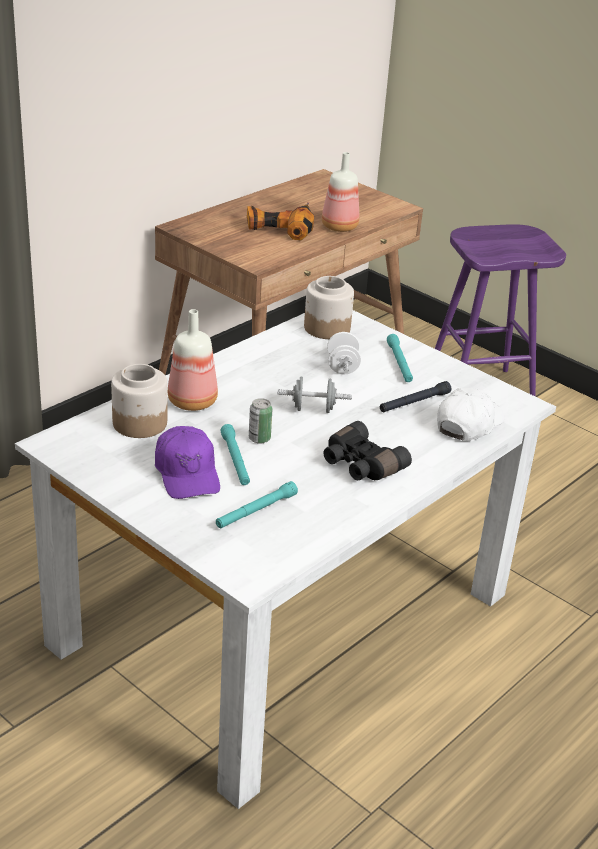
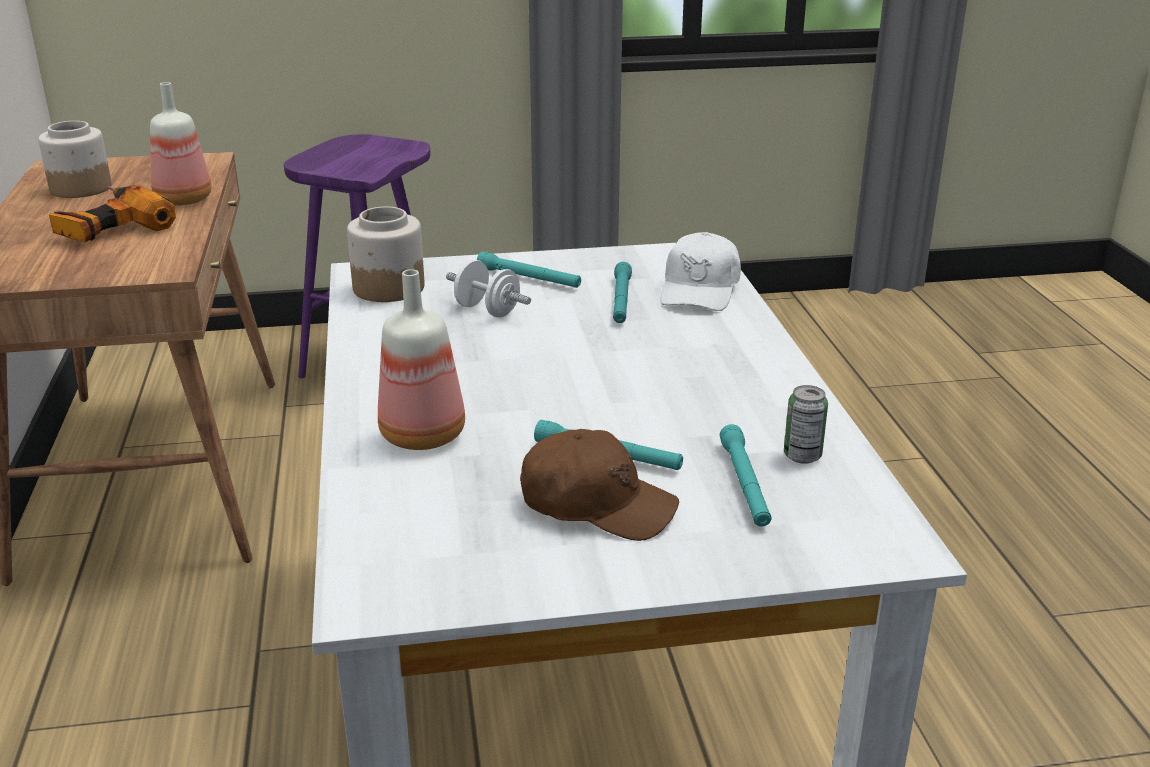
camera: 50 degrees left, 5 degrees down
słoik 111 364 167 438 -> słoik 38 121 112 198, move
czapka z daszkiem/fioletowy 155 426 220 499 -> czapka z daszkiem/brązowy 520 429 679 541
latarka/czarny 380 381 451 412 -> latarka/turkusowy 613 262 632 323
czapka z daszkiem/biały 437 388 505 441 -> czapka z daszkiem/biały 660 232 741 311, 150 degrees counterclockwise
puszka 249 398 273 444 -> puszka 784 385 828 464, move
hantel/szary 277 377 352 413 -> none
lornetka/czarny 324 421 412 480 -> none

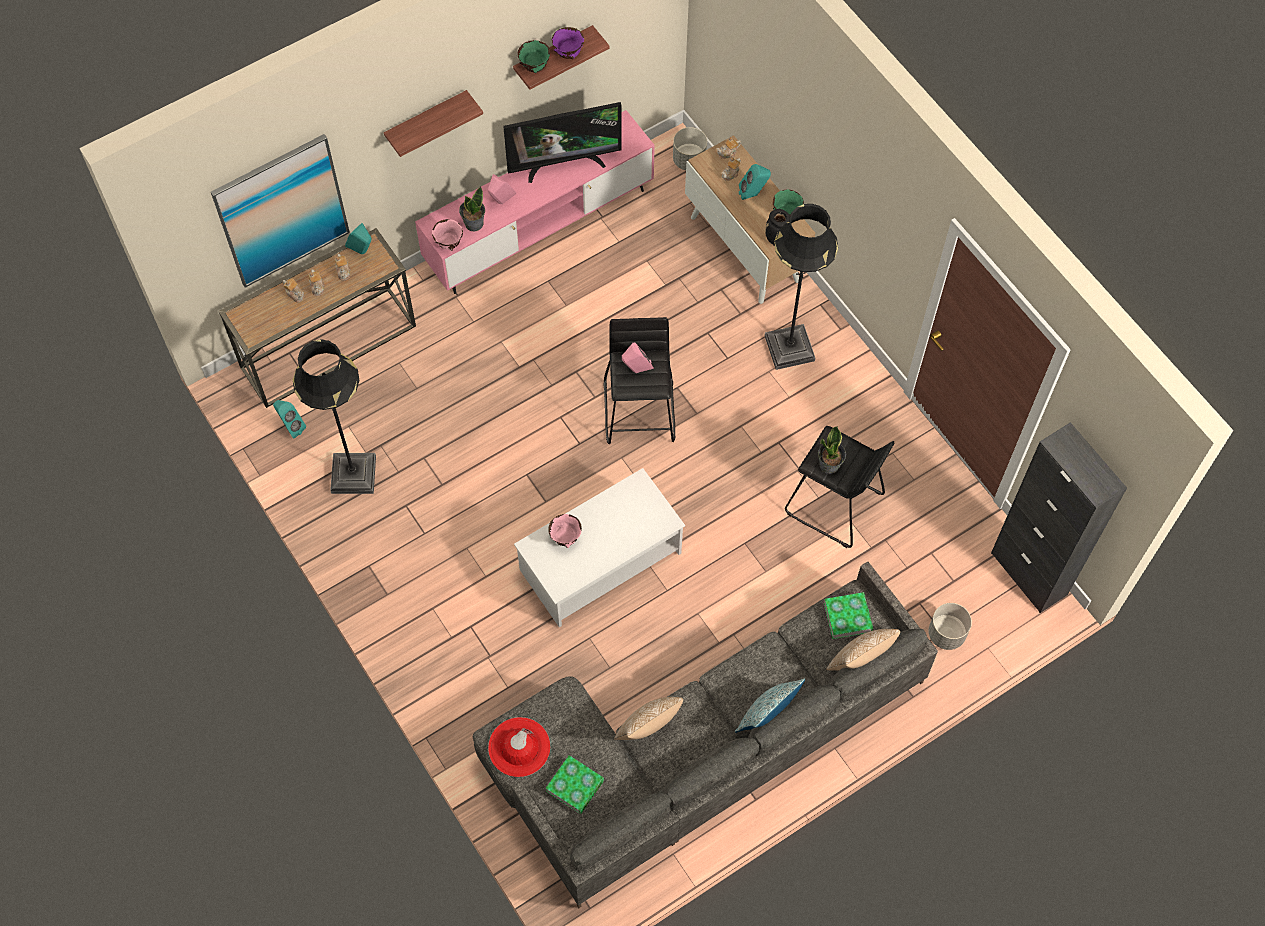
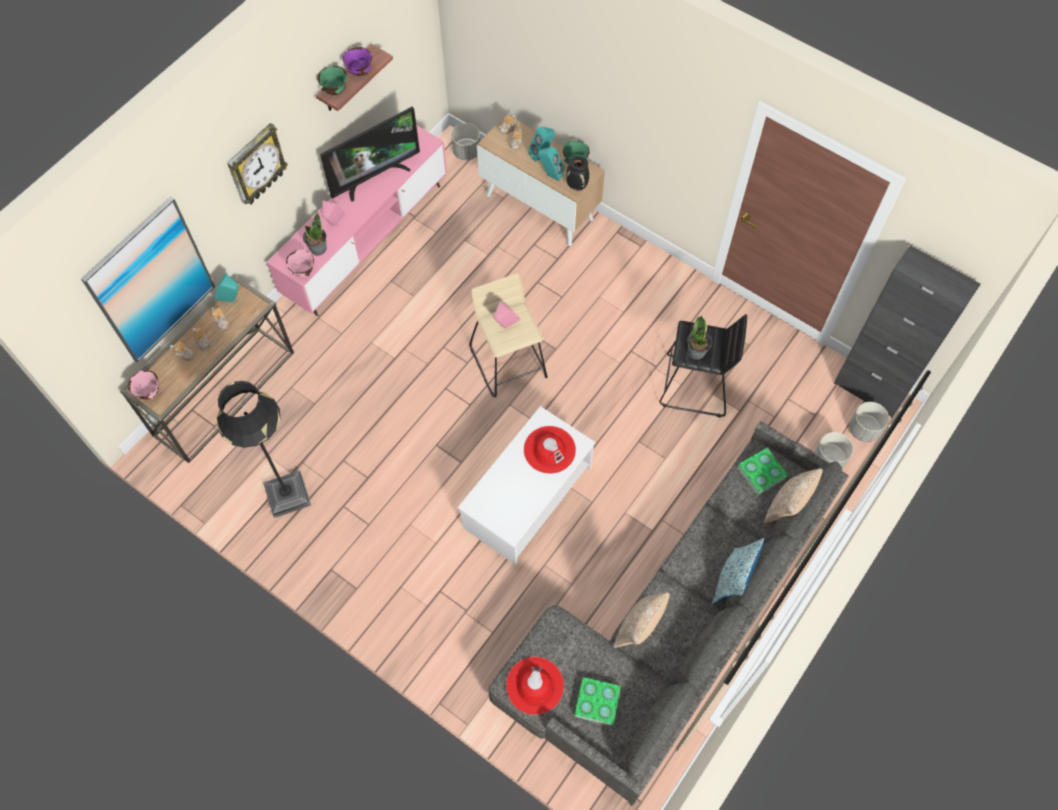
camera: 20 degrees left, 0 degrees up
miska/różowy 548 514 582 548 -> miska/różowy 128 370 159 400, move
półka 384 90 483 157 -> zegar ścienny 227 123 288 205
stołek/czarny 604 317 676 444 -> stołek/beżowy 469 273 548 397
none -> kapelusz/czerwony 524 426 576 474
głośnik/turkusowy 273 400 306 438 -> głośnik/turkusowy 538 147 565 181, move
none -> donica/szary 849 402 889 442
lampa stojąca/czarny 764 204 838 370 -> none

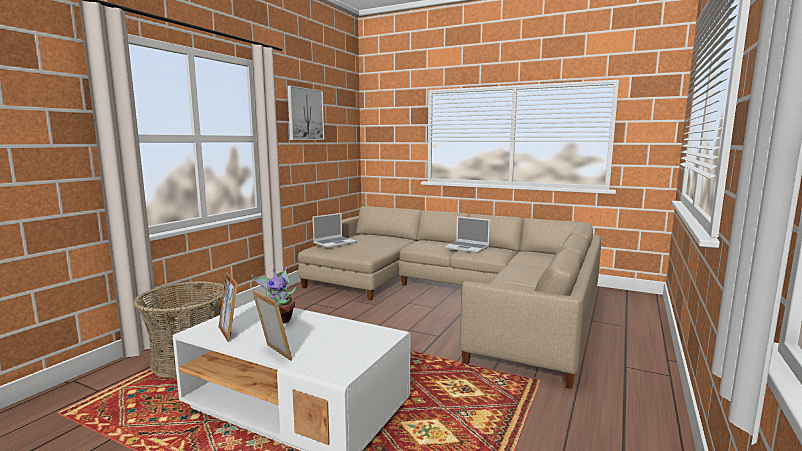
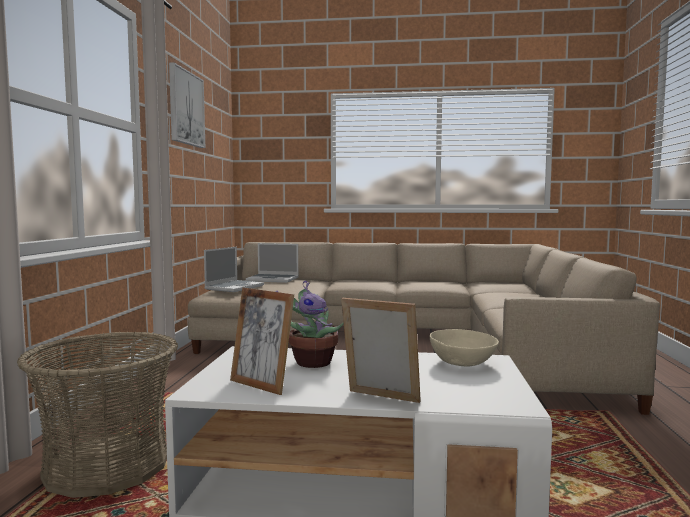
camera: 20 degrees left, 5 degrees down
laptop 445 216 490 253 -> laptop 246 243 299 283, move
none -> miska/beżowy 429 329 499 366

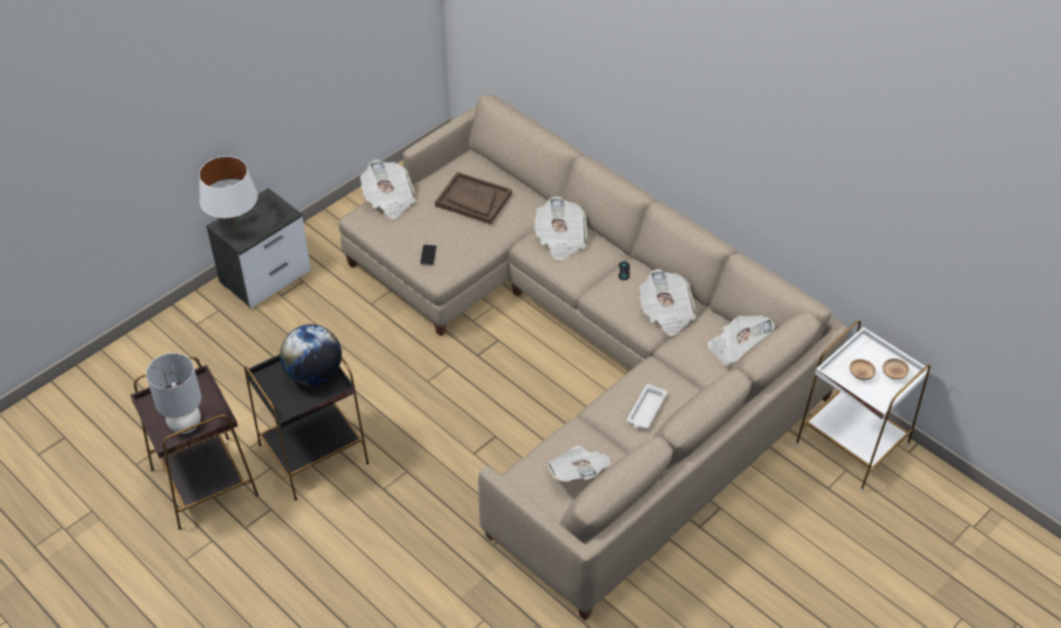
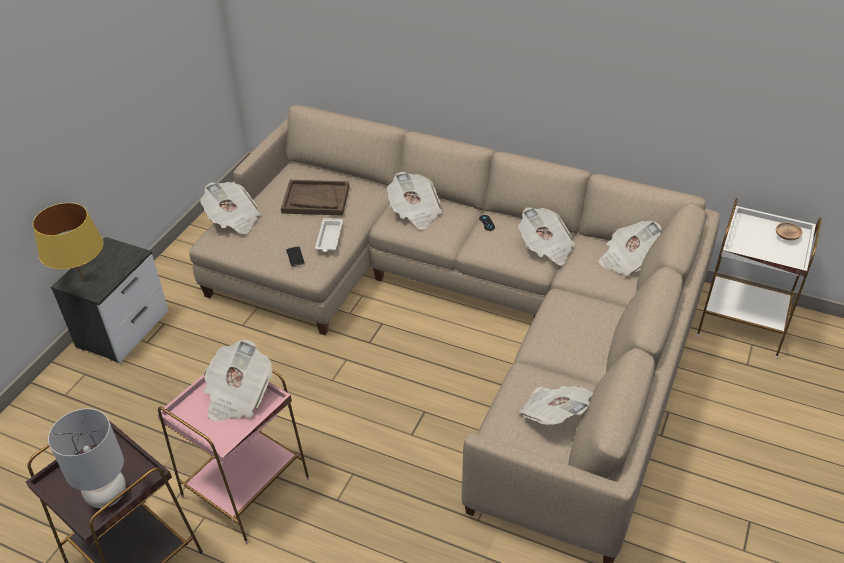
camera: 20 degrees left, 5 degrees down
lampa stołowa/biały 199 156 258 226 -> lampa stołowa/żółty 33 203 103 279
stolik/czarny 244 354 369 501 -> stolik/różowy 157 370 309 544
globus 280 324 342 385 -> gazeta 204 340 273 421
taca/biały 627 384 667 429 -> taca/biały 315 218 343 252, move
miska/brązowy 849 359 876 380 -> none

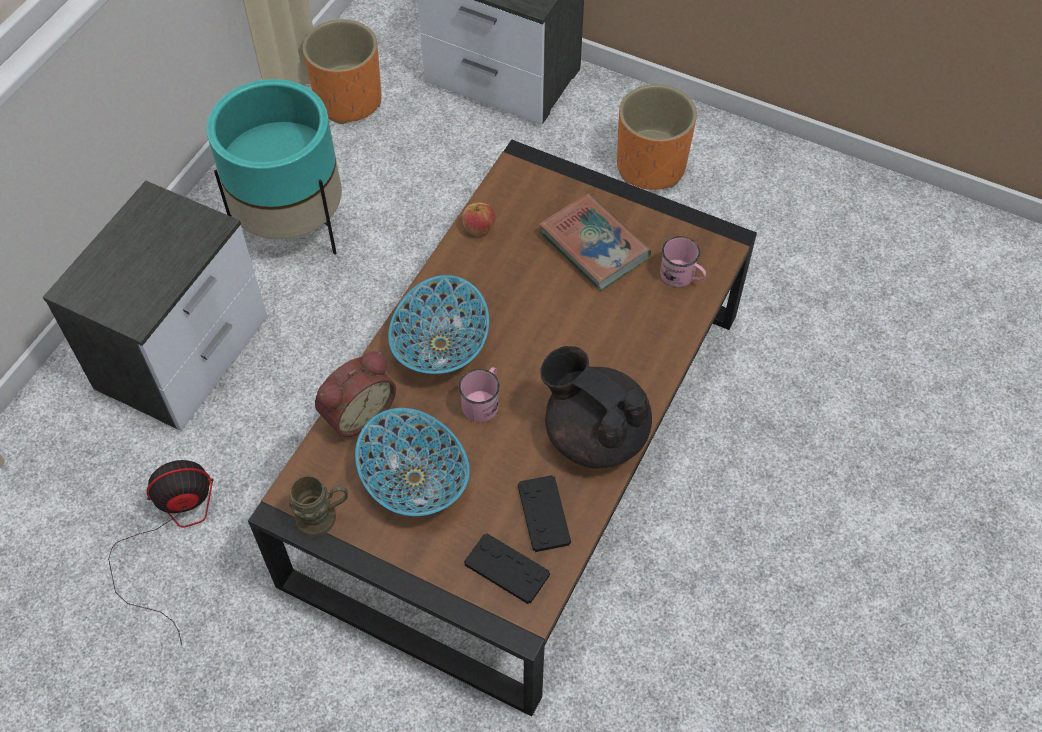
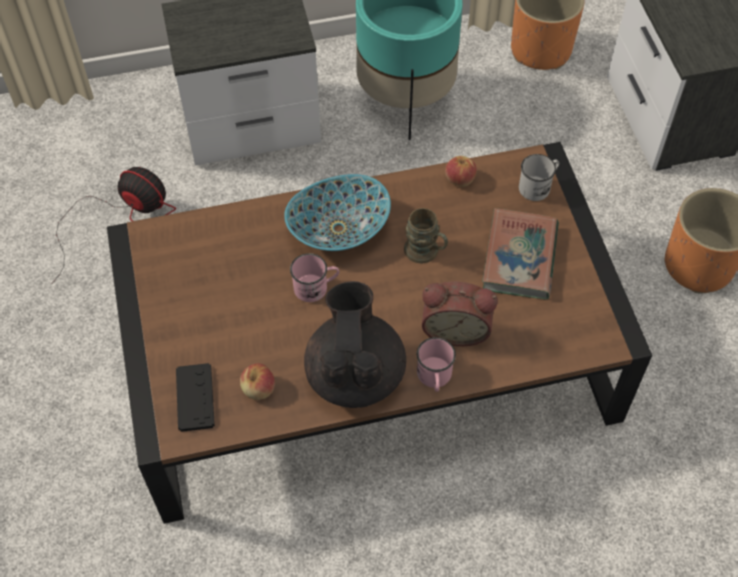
camera: 50 degrees right, 0 degrees up
pad do gier/czarny 518 475 571 552 -> jabłko 240 363 275 400
kubek/brązowy 289 476 348 537 -> kubek/brązowy 404 208 448 263, move
kubek/różowy 660 236 706 287 -> kubek/różowy 417 337 456 392, move
budzik 315 351 396 437 -> budzik 422 282 498 346, move
none -> kubek/biały 519 154 559 201
miska 355 408 470 516 -> none

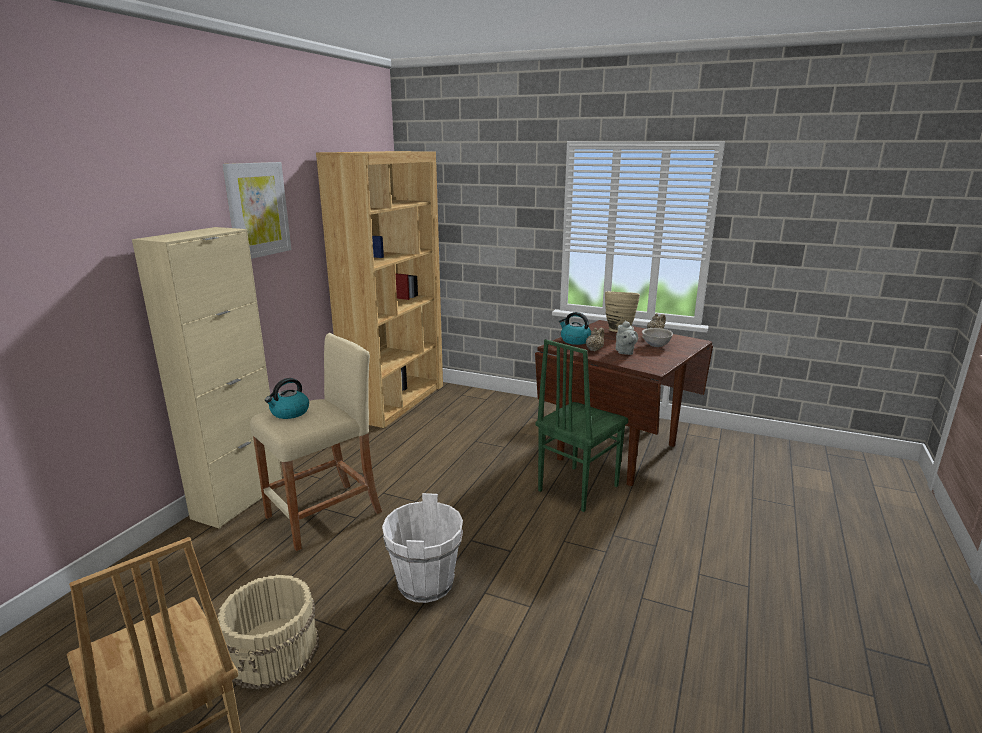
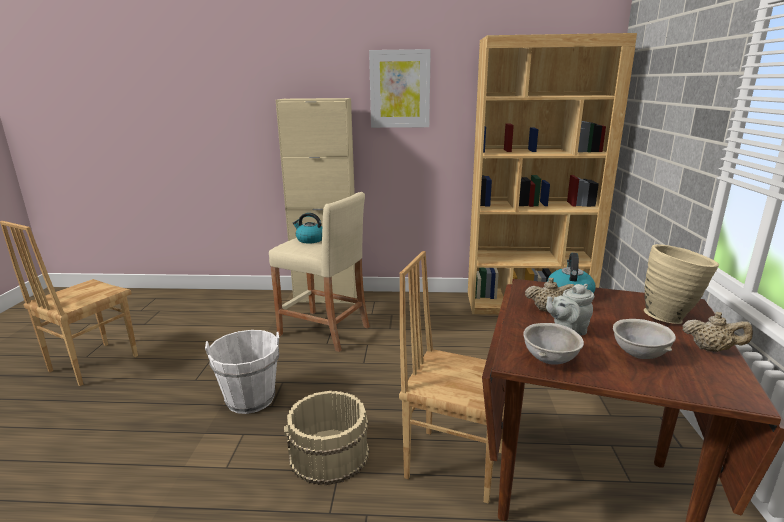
camera: 70 degrees right, 0 degrees up
wiadro/beżowy 218 575 319 690 -> wiadro/beżowy 284 391 369 485, move
krzesło/zielony 536 339 628 512 -> krzesło/brązowy 399 251 505 504
none -> miska/szary 523 323 584 365

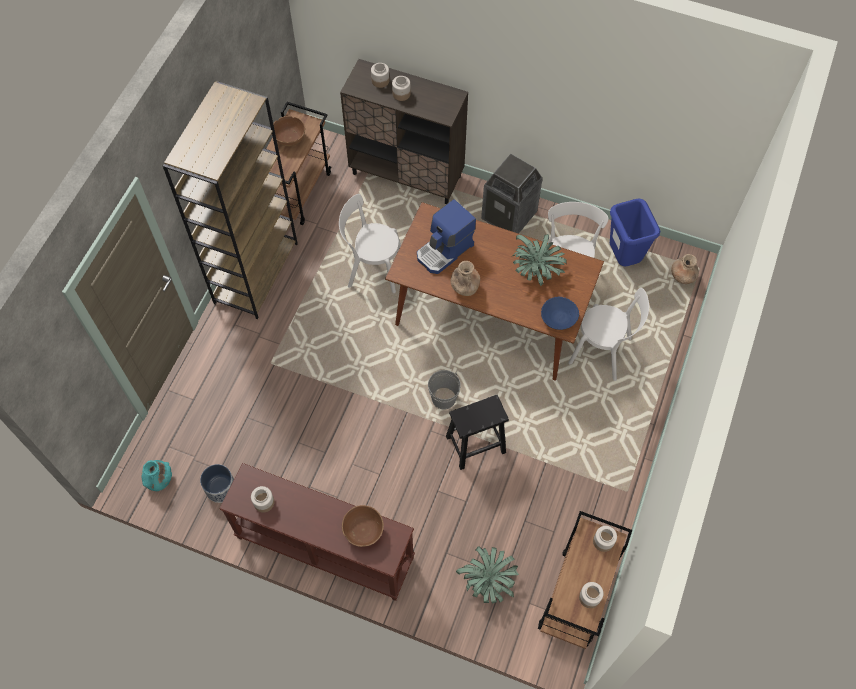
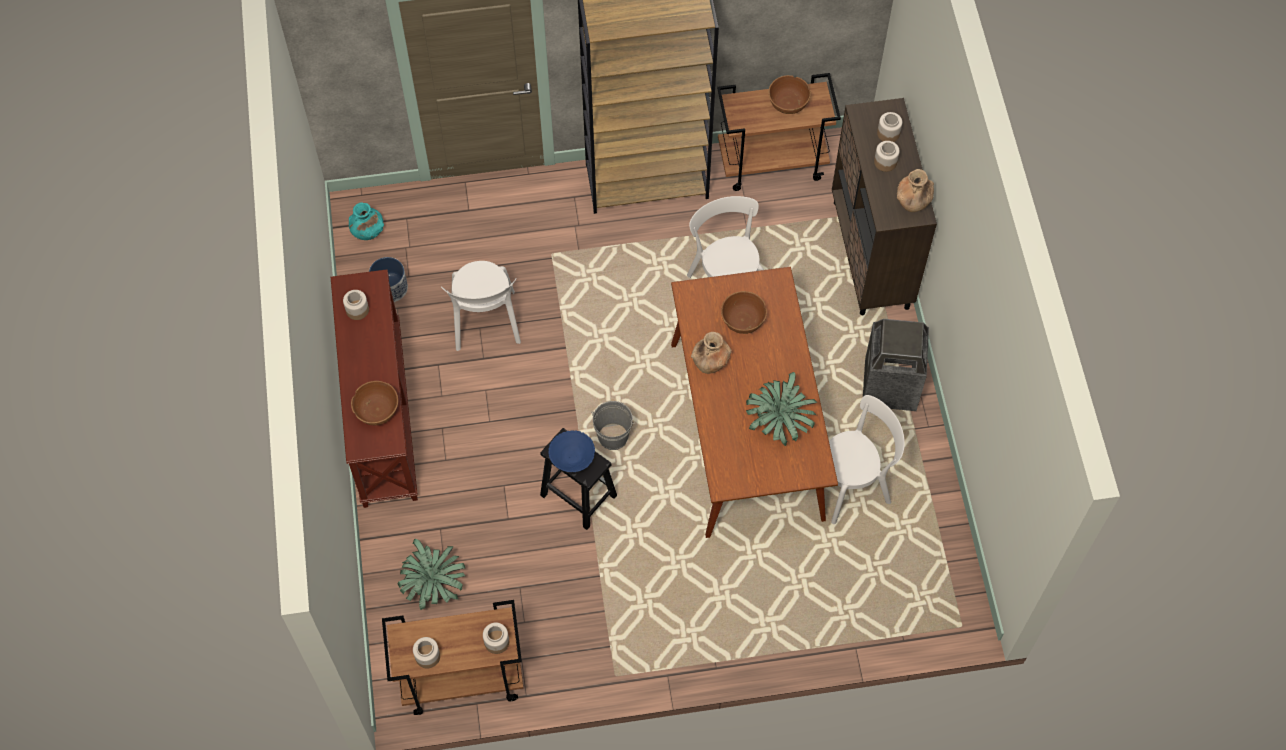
camera: 60 degrees right, 0 degrees up
krzesło/biały 568 288 649 381 -> krzesło/biały 441 261 521 351, move
miska/niebieski 541 296 579 330 -> miska/niebieski 548 430 595 472, move
ekspres do kawy 417 199 476 274 -> miska/brązowy 721 291 767 334
wazon/brązowy 671 254 699 284 -> wazon/brązowy 897 169 934 212, move
kosz na śmieci/niebieski 610 198 660 266 -> none

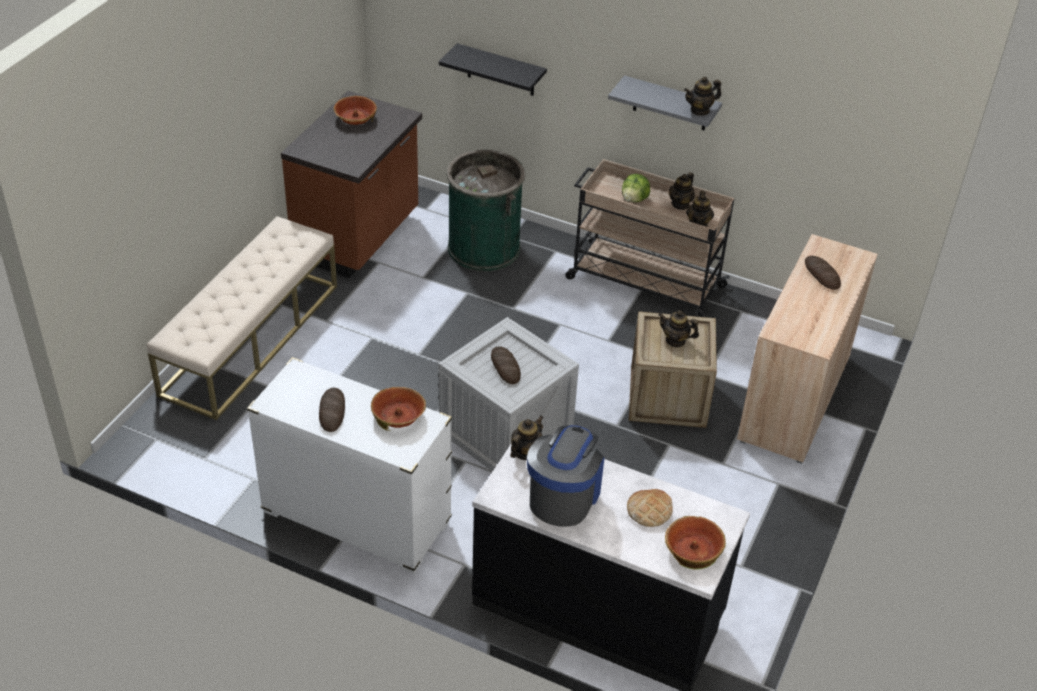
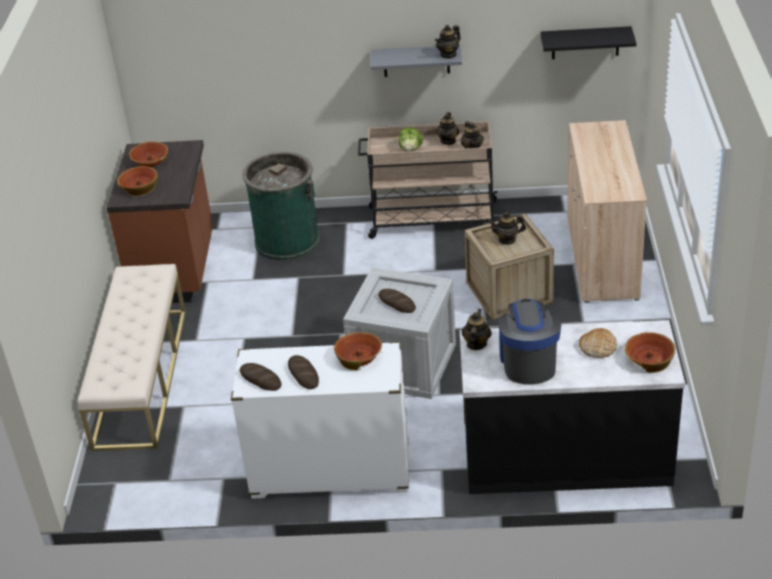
camera: 20 degrees left, 5 degrees down
none -> miska 117 166 158 196
chleb 805 256 841 290 -> chleb 240 363 282 391, move
półka/czarny 439 43 547 96 -> półka/czarny 540 26 637 59, move

